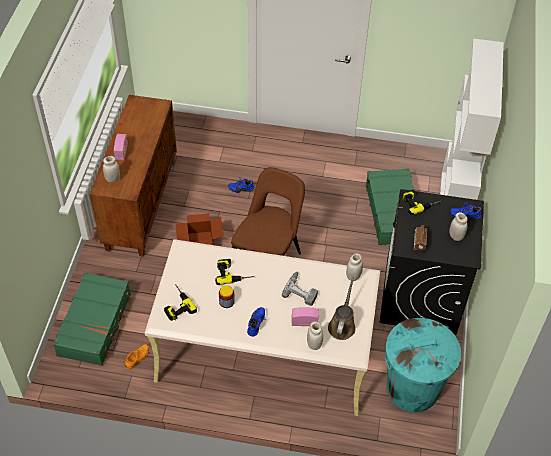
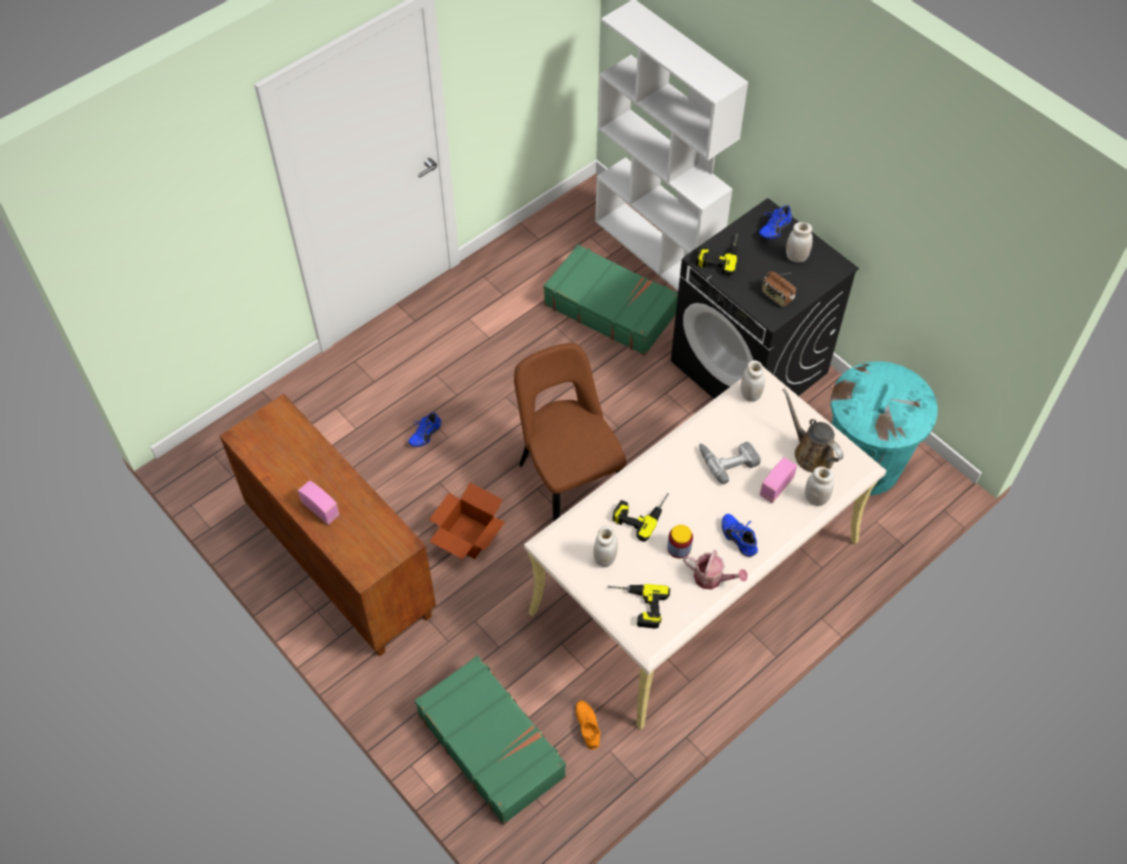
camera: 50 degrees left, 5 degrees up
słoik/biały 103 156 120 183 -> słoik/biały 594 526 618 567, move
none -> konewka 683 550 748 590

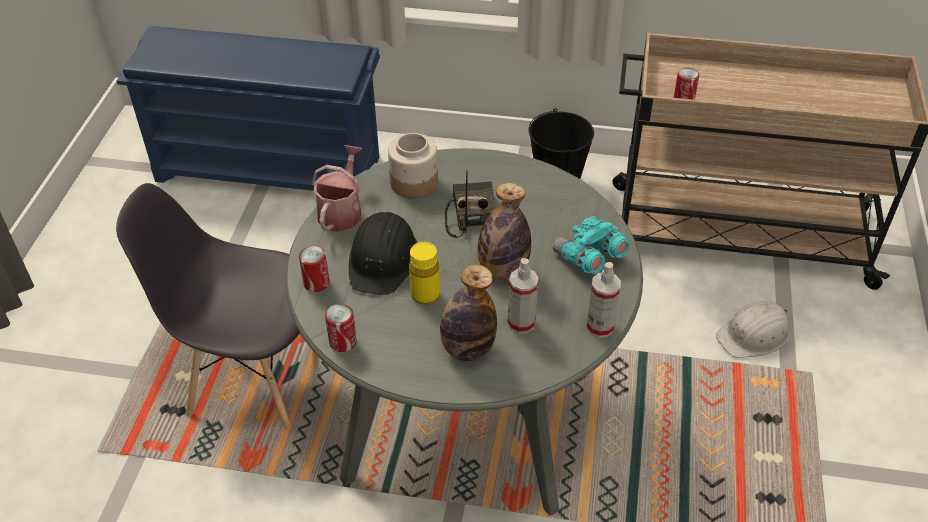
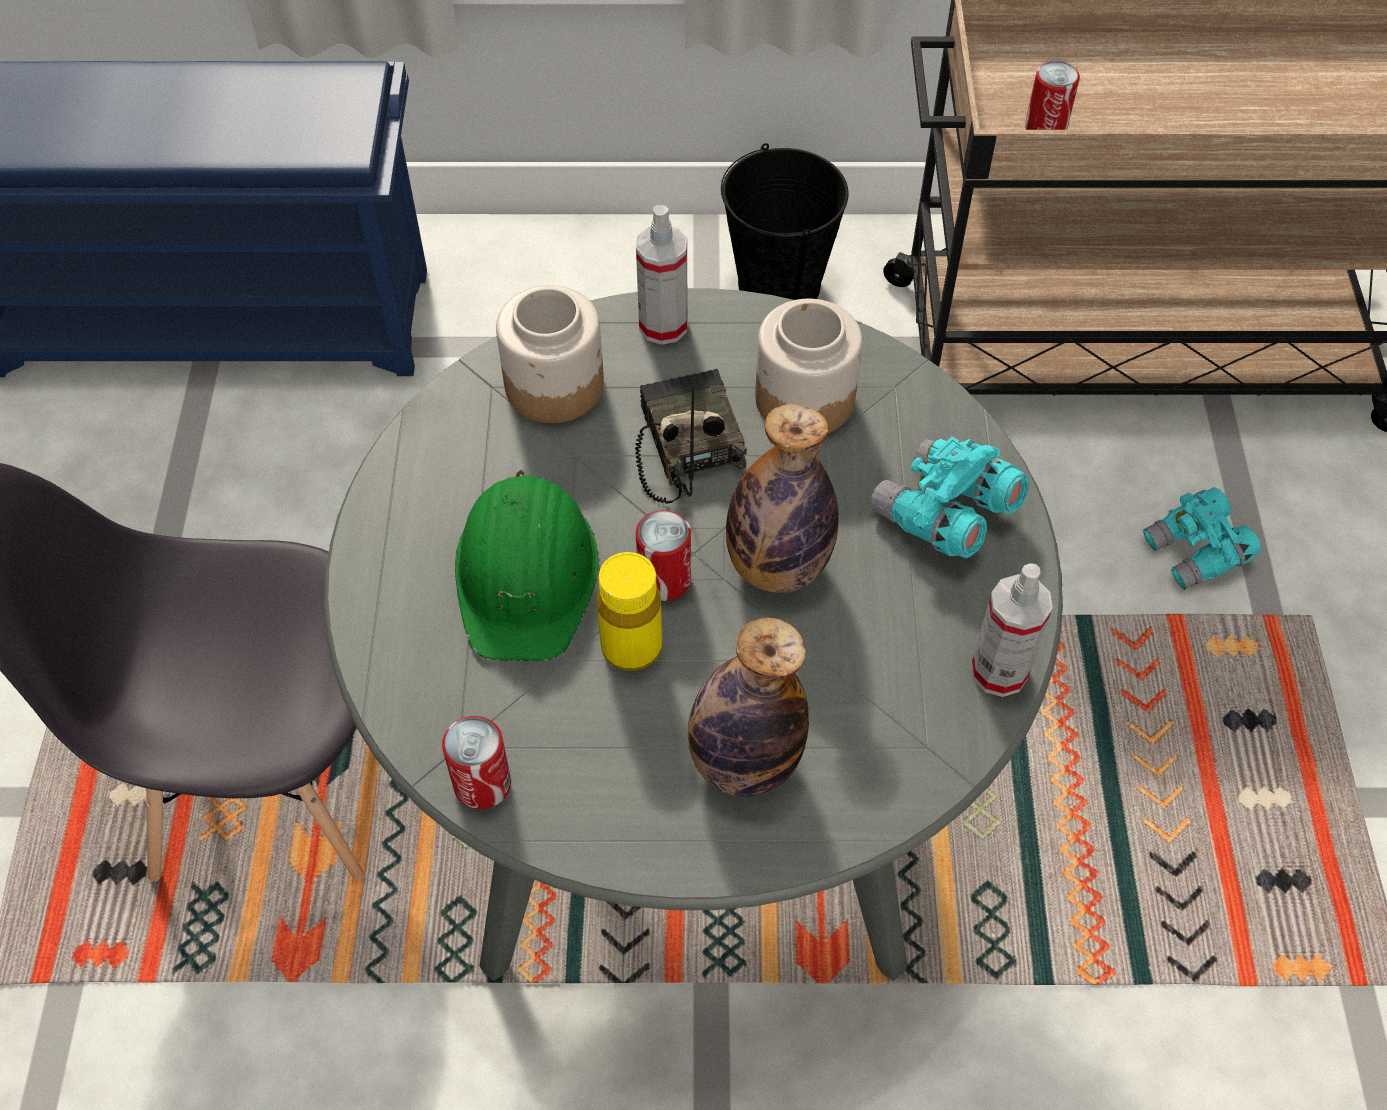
camera: 10 degrees left, 10 degrees up
kask/czarny 349 212 417 295 -> kask/zielony 455 470 599 662
spryskiwacz 508 258 539 334 -> spryskiwacz 636 205 688 345, move
puszka 299 246 330 292 -> puszka 636 510 691 601, move
none -> słoik 755 299 862 433
kask/biały 716 301 790 358 -> lornetka/turkusowy 1143 487 1261 590
konewka 312 145 362 232 -> none

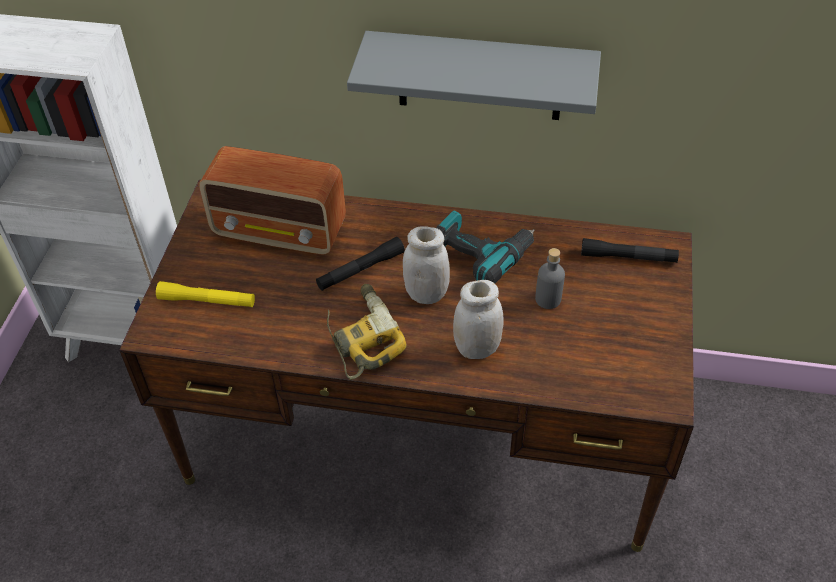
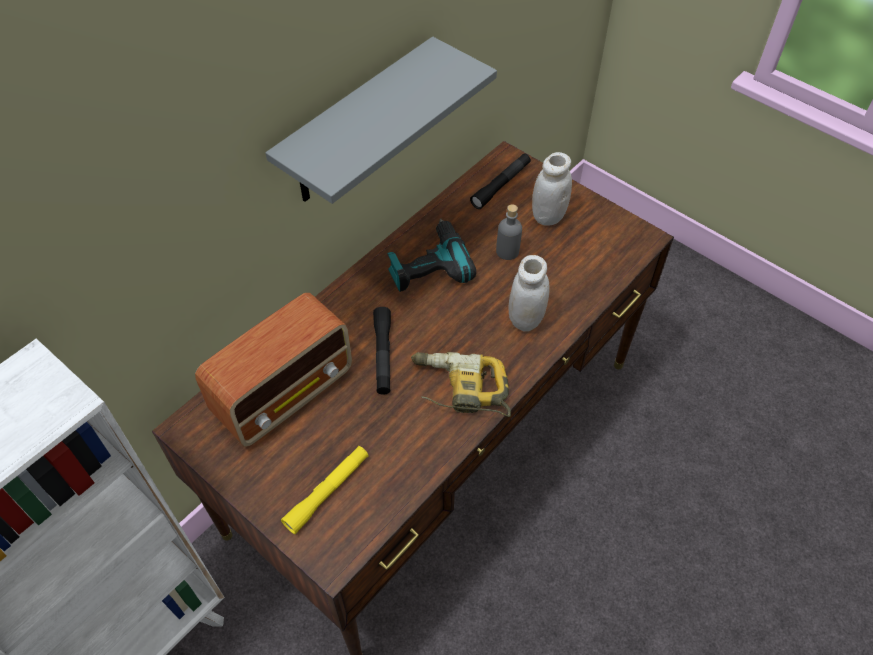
camera: 60 degrees left, 5 degrees up
słoik/biały 403 226 450 304 -> słoik/biały 532 152 572 226, move

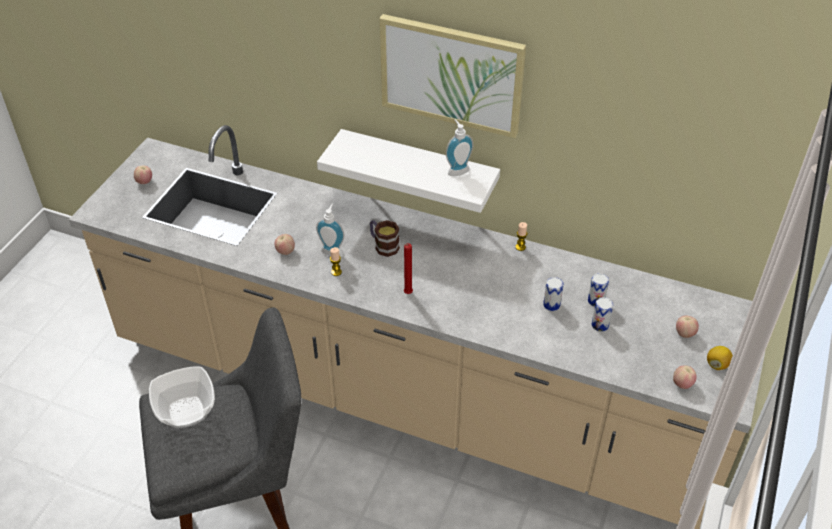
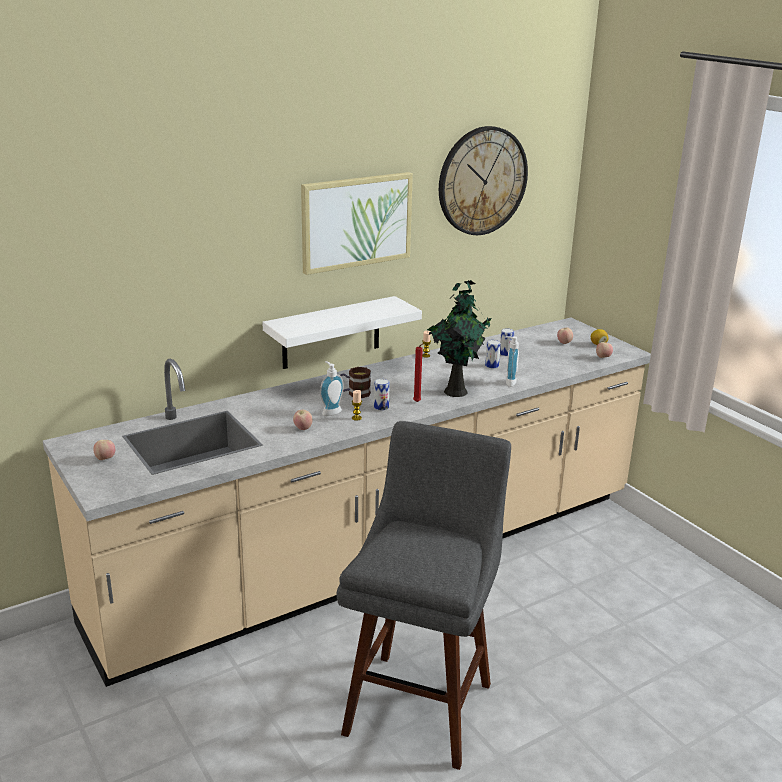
camera: 55 degrees left, 20 degrees down
puszka 592 297 613 332 -> puszka 374 379 390 411, move
none -> roślina doniczkowa 427 280 492 397
none -> zegar ścienny 439 126 528 235
dozownik mydła 446 119 473 176 -> dozownik mydła 504 336 519 386, move
miska 149 367 215 428 -> none

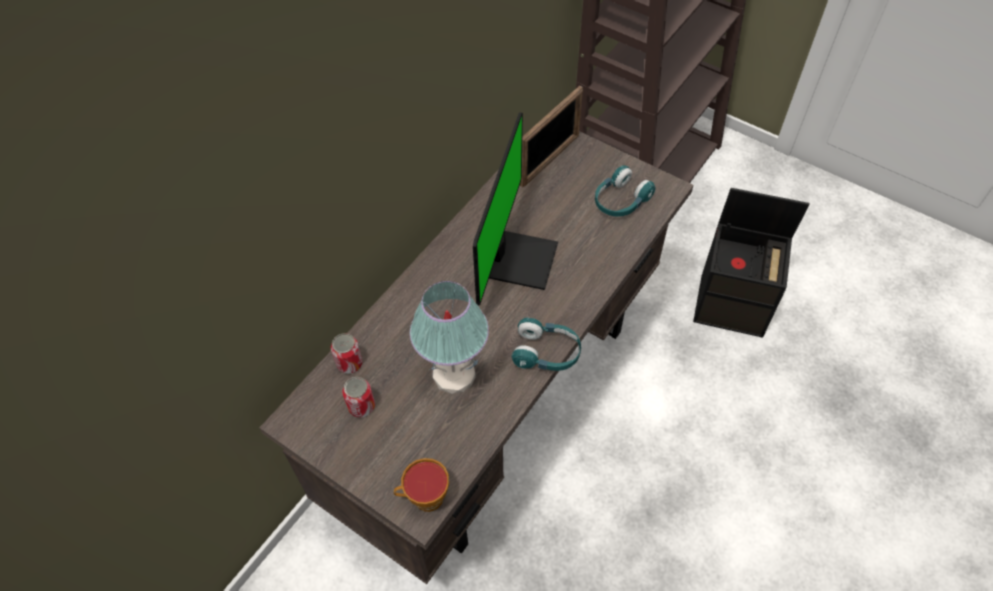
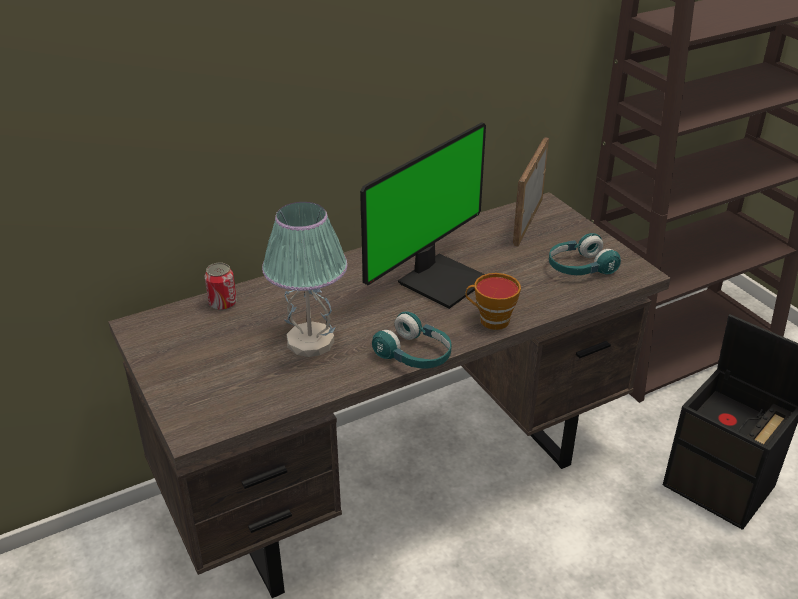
camera: 25 degrees right, 20 degrees down
filiżanka 393 458 449 512 -> filiżanka 465 273 521 330, move
ramka na zdjęcie 520 86 583 187 -> ramka na zdjęcie 513 137 549 246, 135 degrees clockwise
puszka 342 377 375 418 -> none

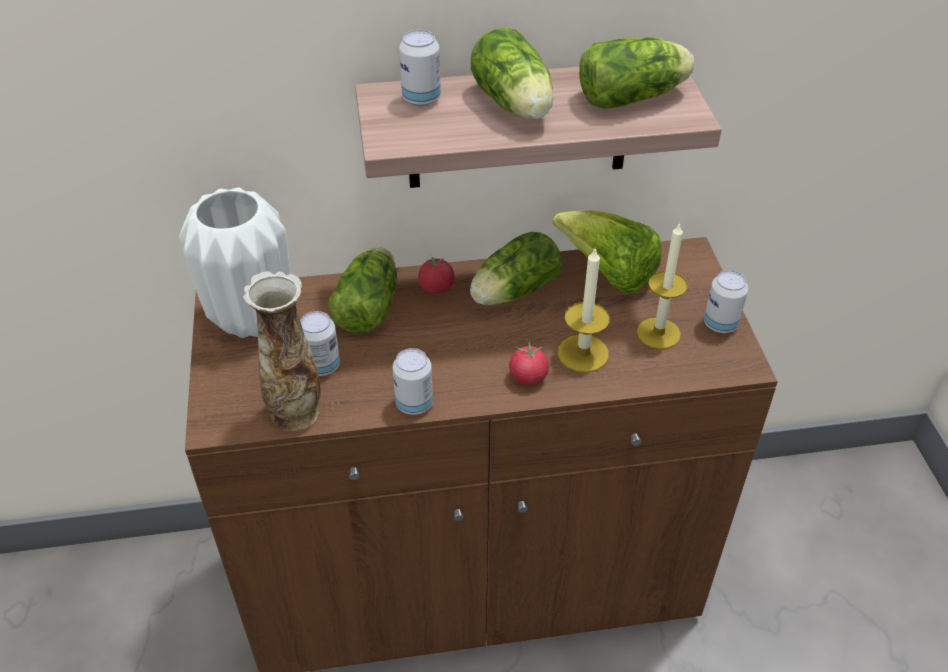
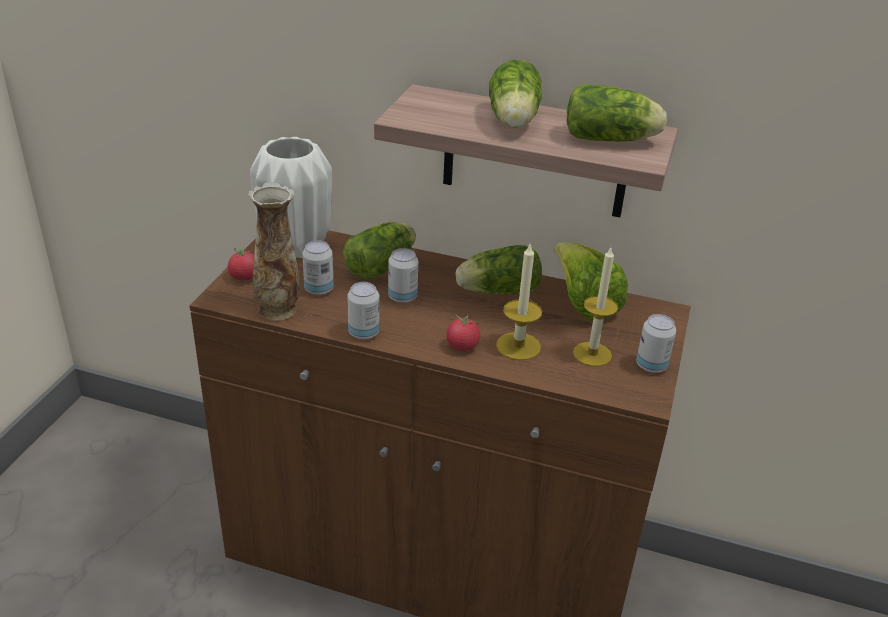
camera: 25 degrees right, 10 degrees down
pomidor 418 254 455 294 -> pomidor 228 246 254 281, move
puszka 399 30 441 106 -> puszka 388 248 418 303, move

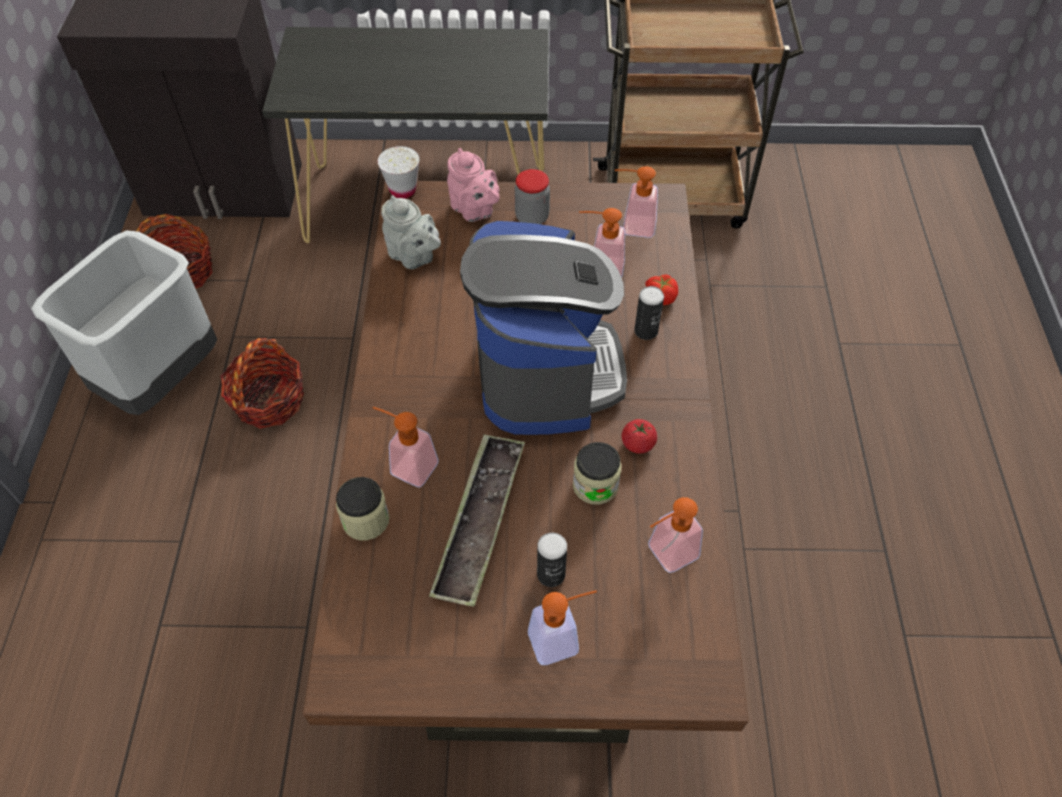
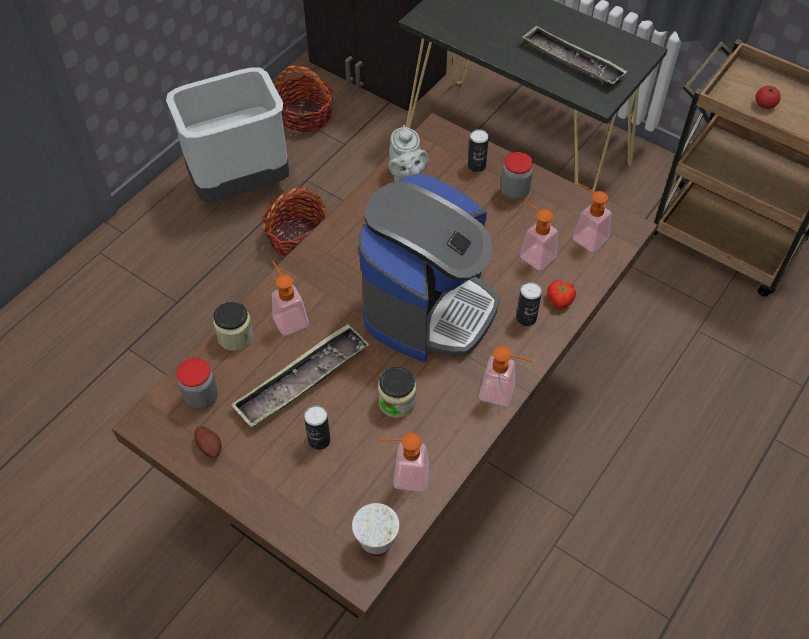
camera: 35 degrees right, 0 degrees up
none -> słoik 177 358 218 410
none -> ziemniak 194 426 222 458
filiżanka/biały 378 146 419 199 -> filiżanka/biały 352 503 399 556, move
imbryk/różowy 447 148 499 222 -> puszka 468 129 489 172
dozownik mydła 528 591 597 665 -> dozownik mydła 479 346 534 406, move
none -> taca 522 25 627 85
pomidor 621 419 657 454 -> pomidor 755 86 781 109, move

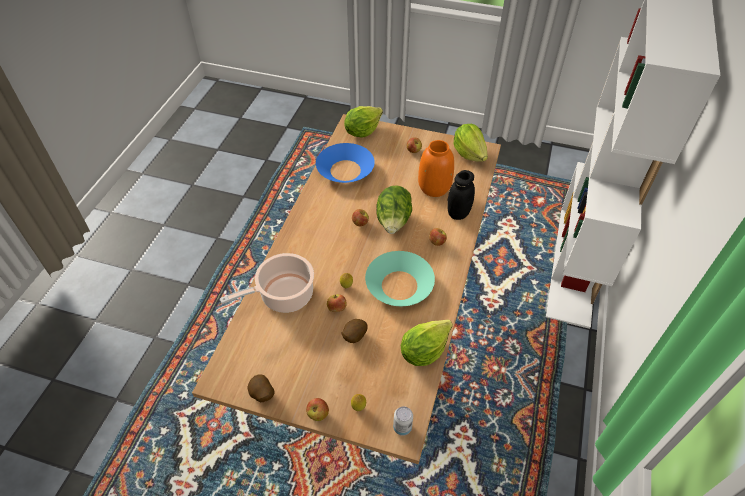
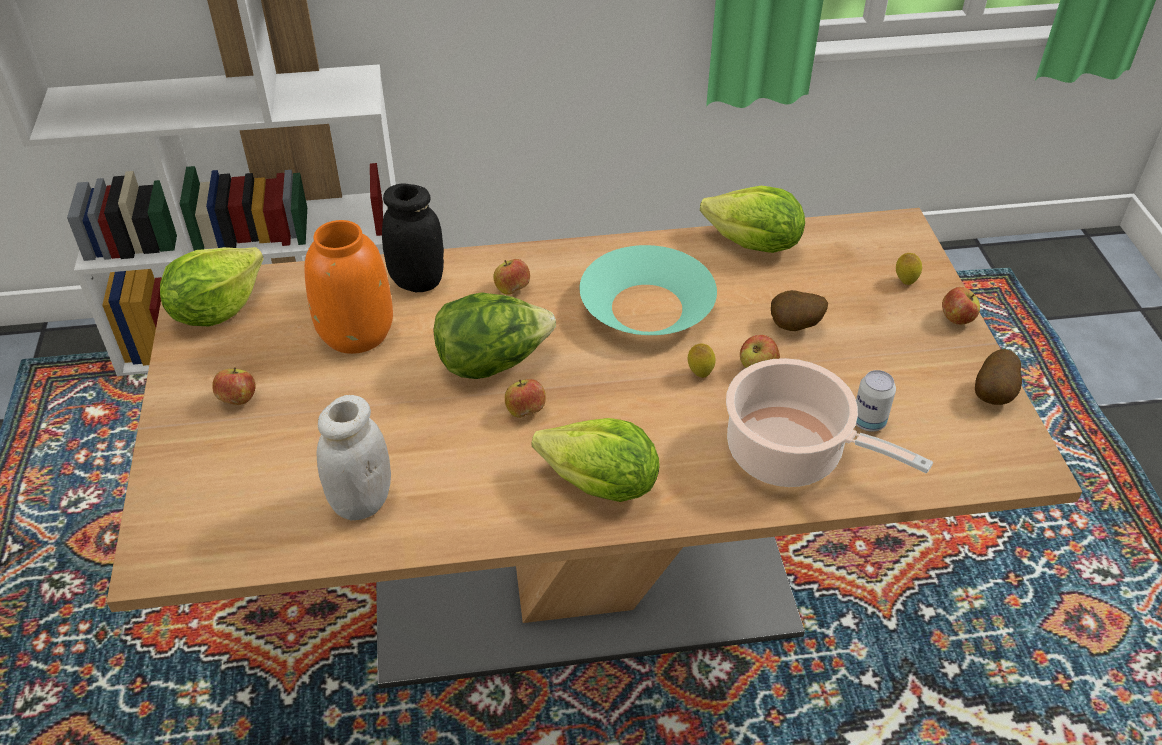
camera: 115 degrees left, 5 degrees down
miska/niebieski 316 143 375 183 -> słoik/biały 317 395 391 520
sałata 344 106 383 138 -> sałata 532 418 660 502, move
puszka 393 406 413 436 -> puszka 856 370 896 432, move

